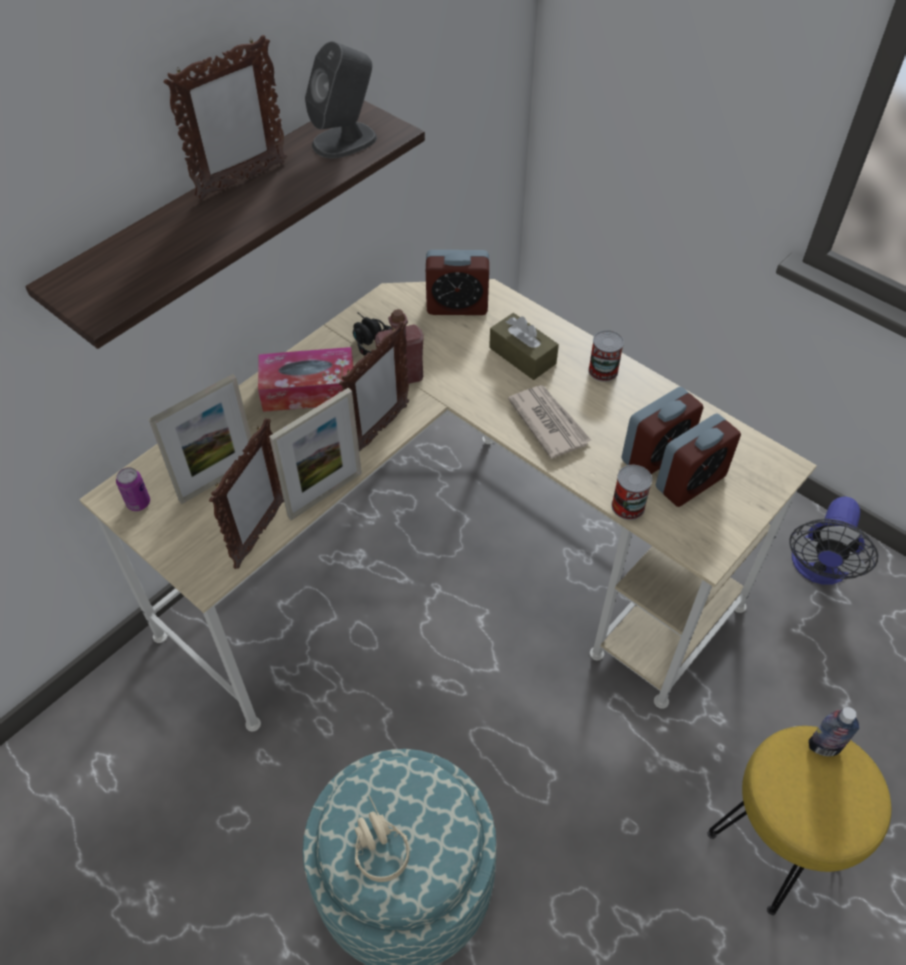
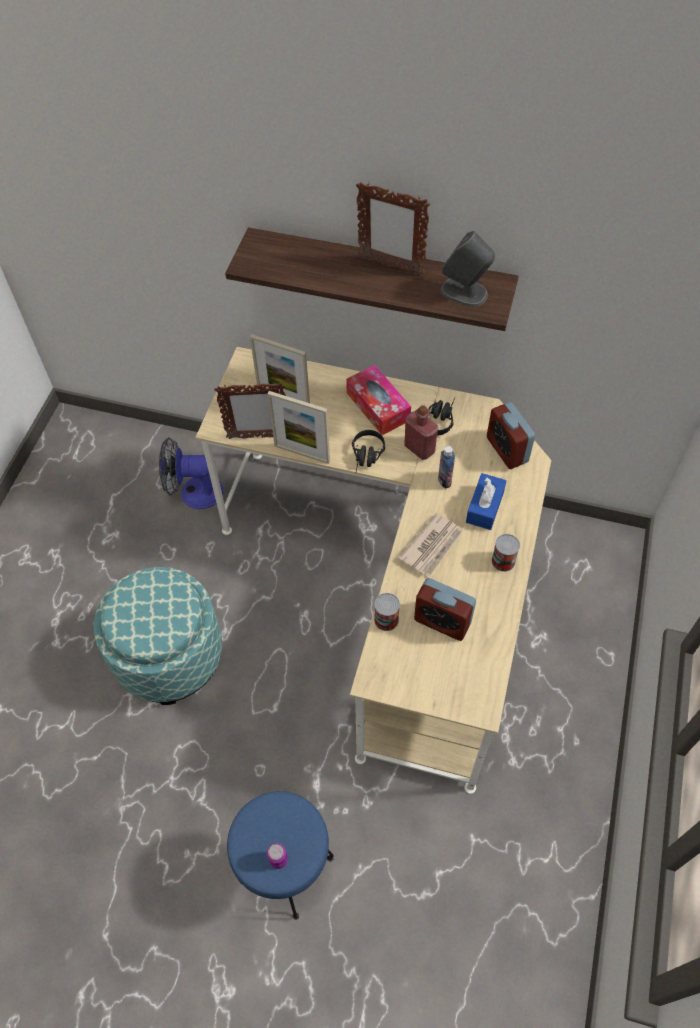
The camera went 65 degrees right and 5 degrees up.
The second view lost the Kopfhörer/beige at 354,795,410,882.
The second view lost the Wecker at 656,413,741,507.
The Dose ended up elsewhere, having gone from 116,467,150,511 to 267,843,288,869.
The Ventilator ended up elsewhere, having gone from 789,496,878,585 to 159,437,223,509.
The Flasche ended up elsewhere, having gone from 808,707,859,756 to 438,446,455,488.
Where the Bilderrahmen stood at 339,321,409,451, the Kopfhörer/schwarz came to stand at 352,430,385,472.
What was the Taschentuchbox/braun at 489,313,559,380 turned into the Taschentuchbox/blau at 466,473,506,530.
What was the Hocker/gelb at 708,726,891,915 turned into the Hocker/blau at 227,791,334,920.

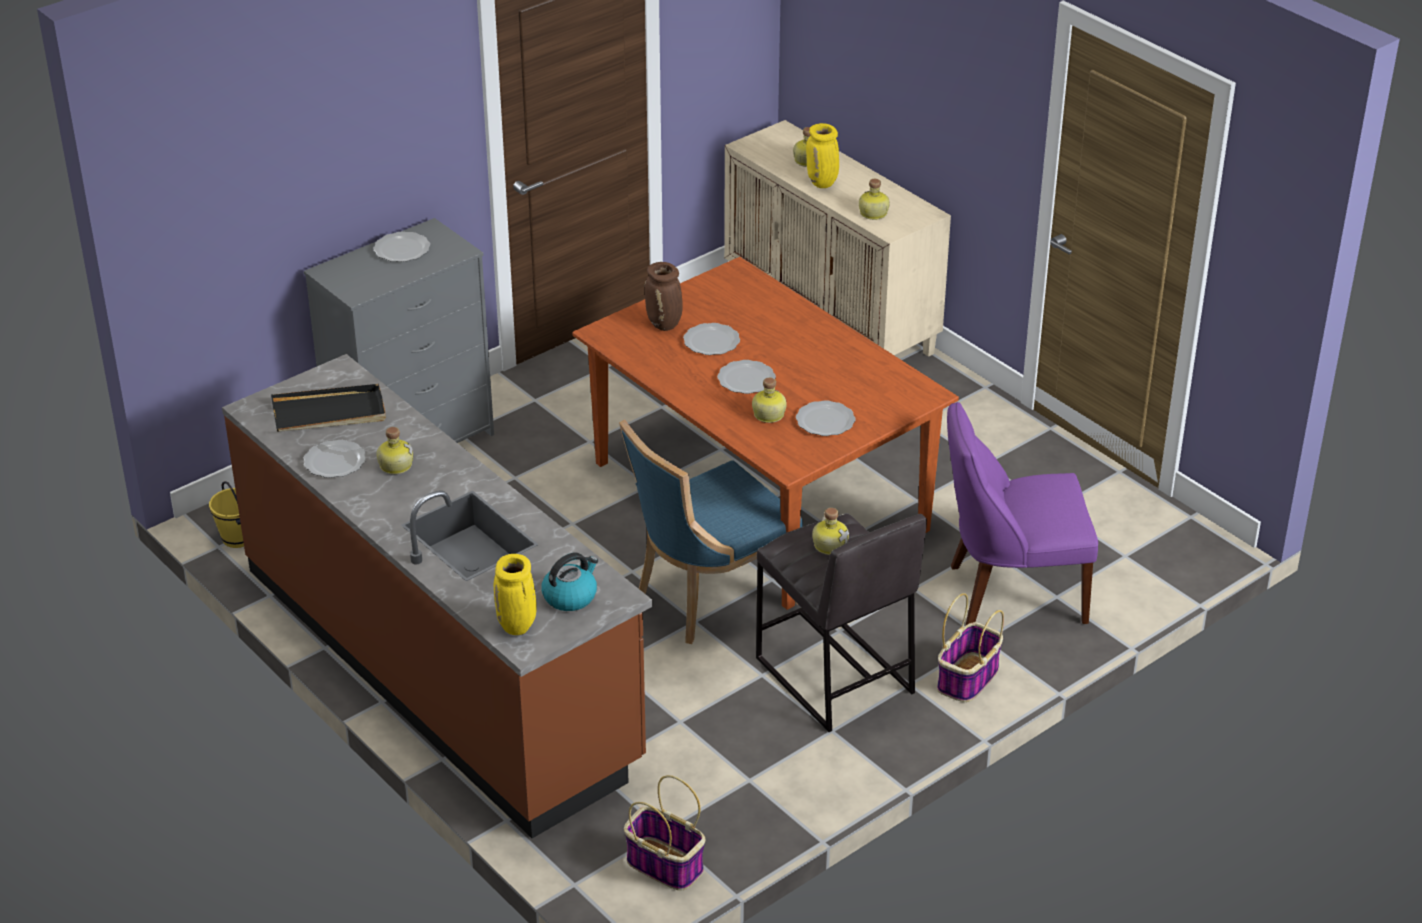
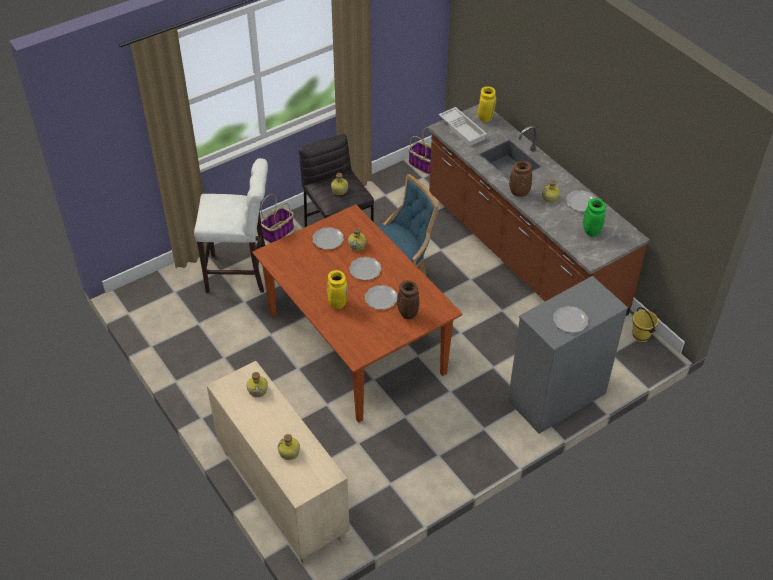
The camera went 175 degrees left and 10 degrees up.
The second view gained the Vase/braun at 509,161,532,197.
The Vase/gelb ended up elsewhere, having gone from 806,123,839,188 to 327,270,348,309.
Where the Tablett/schwarz stood at 271,384,386,432, the Vase/grün came to stand at 583,198,606,237.
Where the Wasserkessel stood at 541,552,598,611, the Tablett/weiß came to stand at 439,107,487,146.
Where the Stuhl/lila stood at 947,402,1098,625, the Hocker/weiß came to stand at 194,158,268,293.

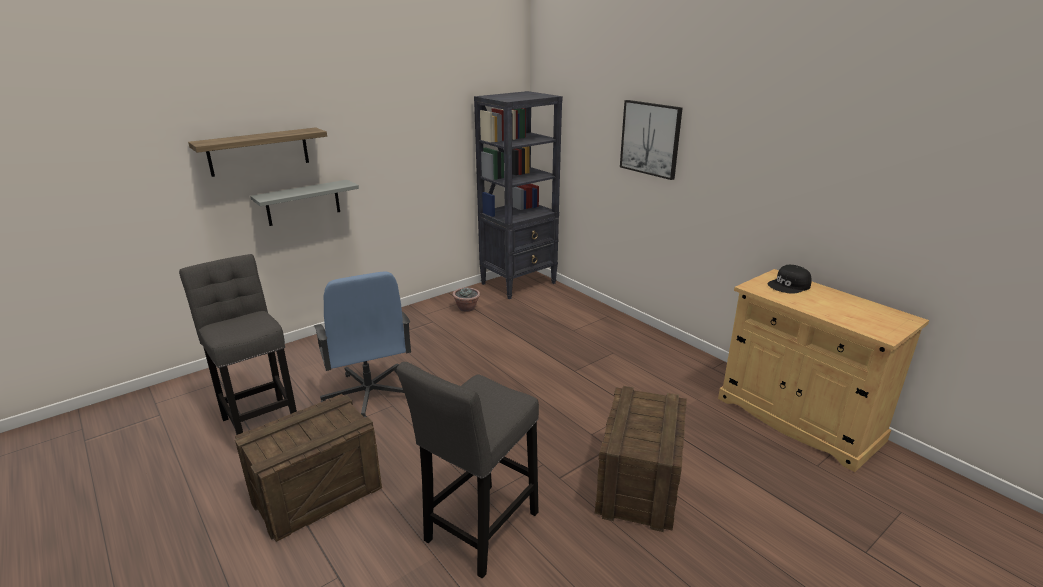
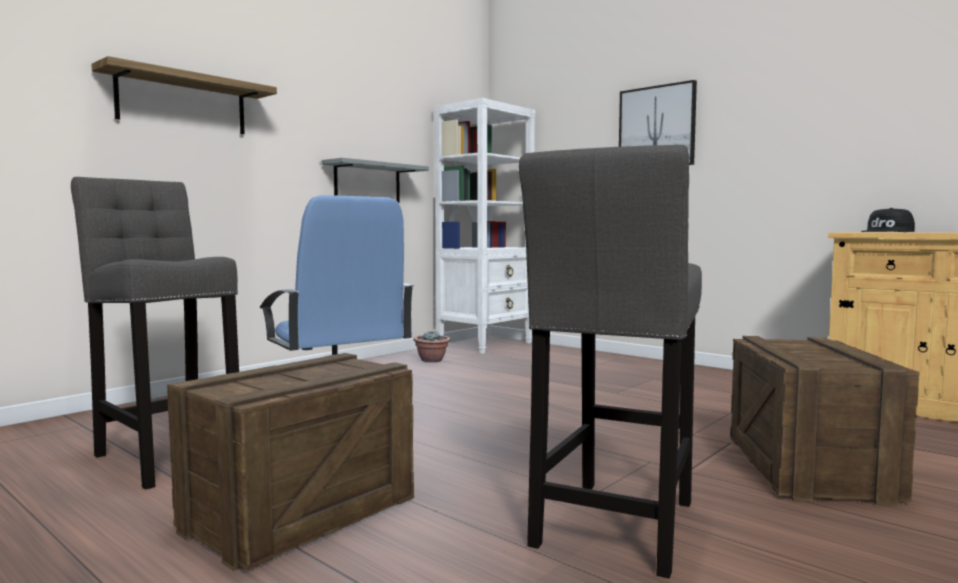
The camera went 10 degrees left and 20 degrees down.
The Wandregal/grau ended up elsewhere, having gone from 250,180,359,226 to 322,158,429,203.
What was the Bücherregal/schwarz at 474,91,563,299 turned into the Bücherregal/weiß at 434,98,536,354.

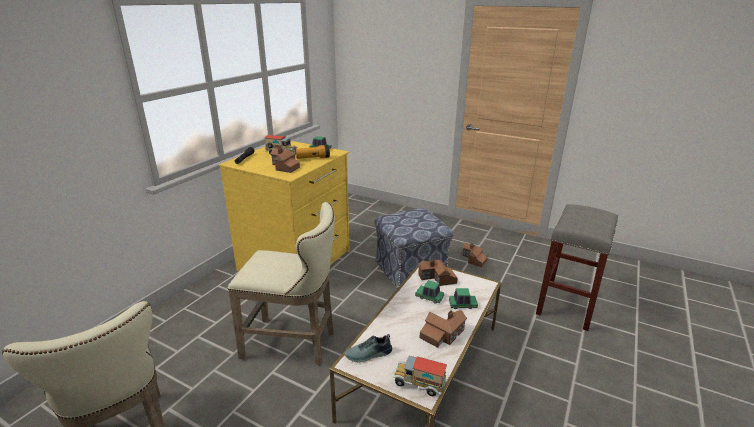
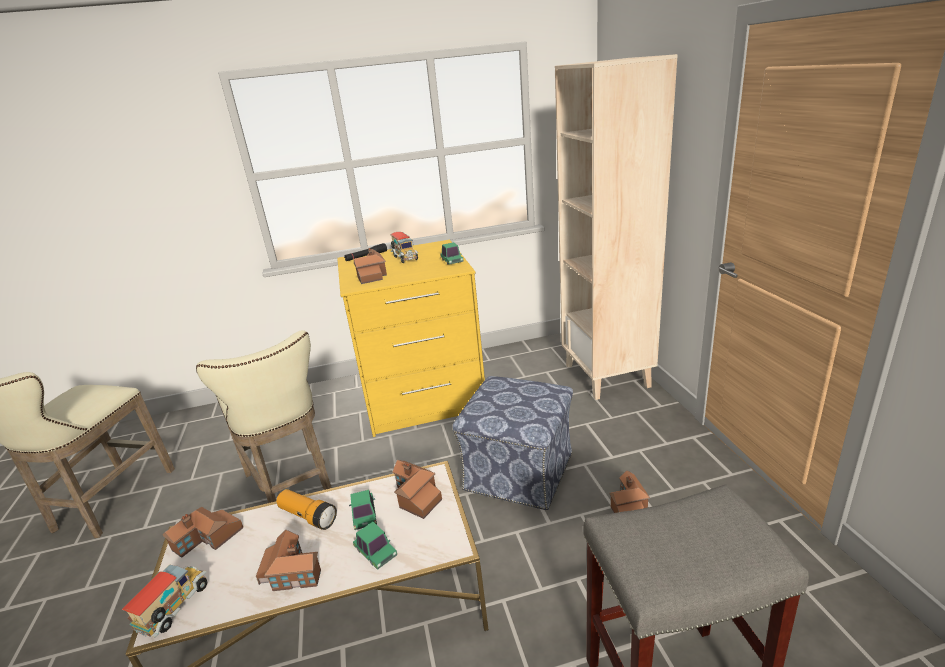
The camera went 50 degrees right and 0 degrees up.
The second view gained the Bücherregal/beige at 555,54,678,400.
The Taschenlampe ended up elsewhere, having gone from 295,145,330,159 to 276,489,337,530.
Where the Schuh stood at 345,334,392,363, the Spielzeughaus came to stand at 162,507,244,558.
The Spielzeuglaster at 393,356,447,396 ended up facing another way, 45 degrees clockwise from before.

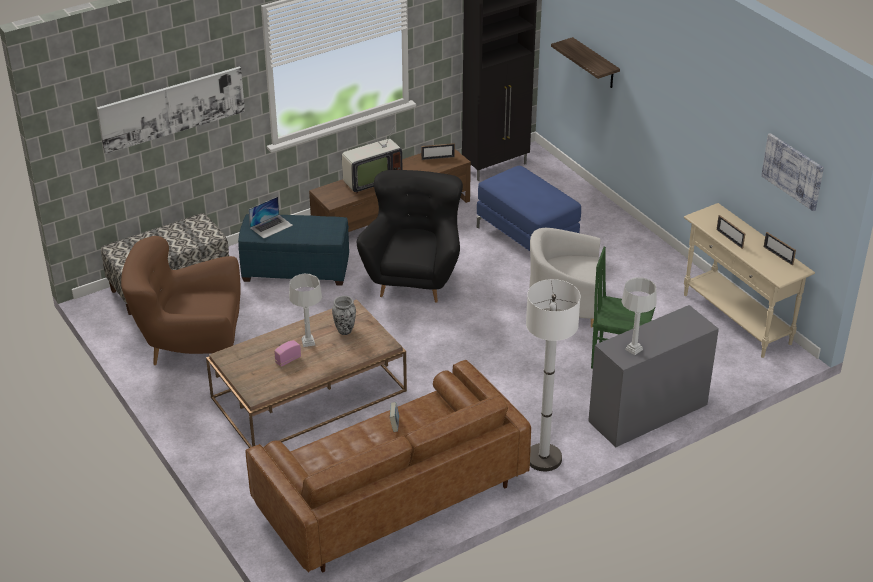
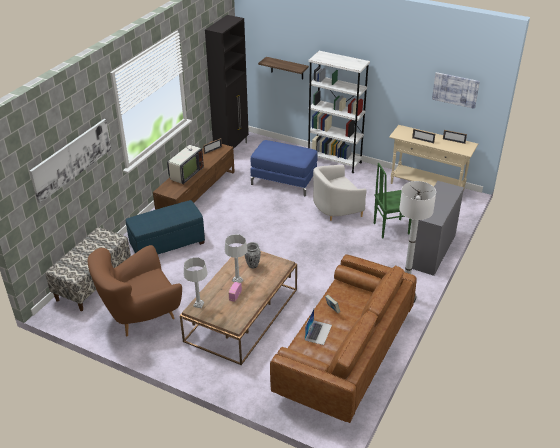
The camera went 30 degrees left and 0 degrees up.
The second view lost the Sessel/schwarz at 357,170,463,303.
The second view gained the Bücherregal/weiß at 308,51,370,173.
The Laptop ended up elsewhere, having gone from 248,197,293,238 to 305,309,332,345.
The Tischlampe/grau ended up elsewhere, having gone from 621,277,657,355 to 184,257,208,308.

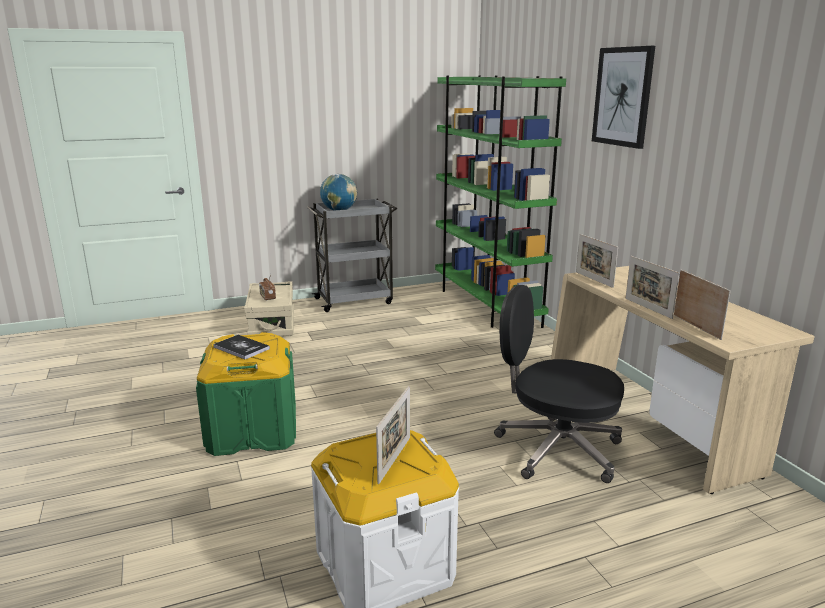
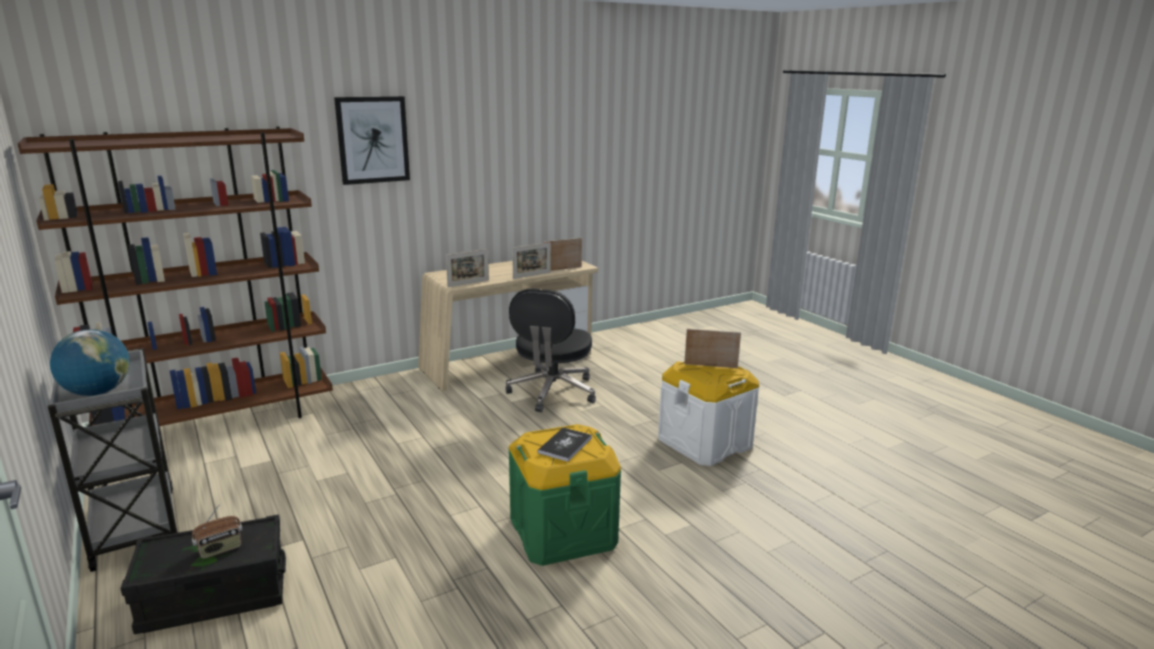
The camera went 100 degrees left and 0 degrees up.
What was the Aufbewahrungsbox/beige at 244,281,294,337 turned into the Aufbewahrungsbox/schwarz at 120,514,286,634.
What was the Bücherregal/grün at 435,75,566,328 turned into the Bücherregal/braun at 17,126,333,426.

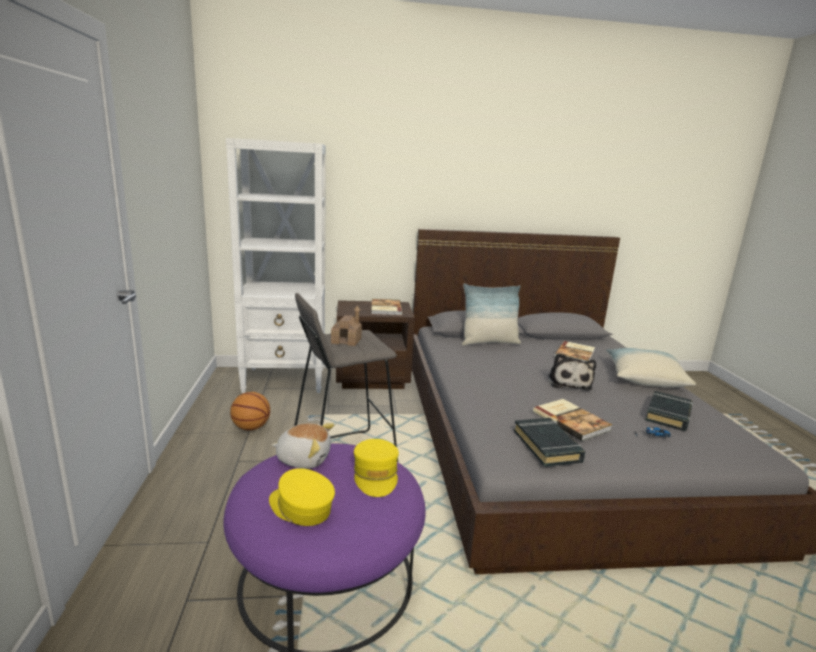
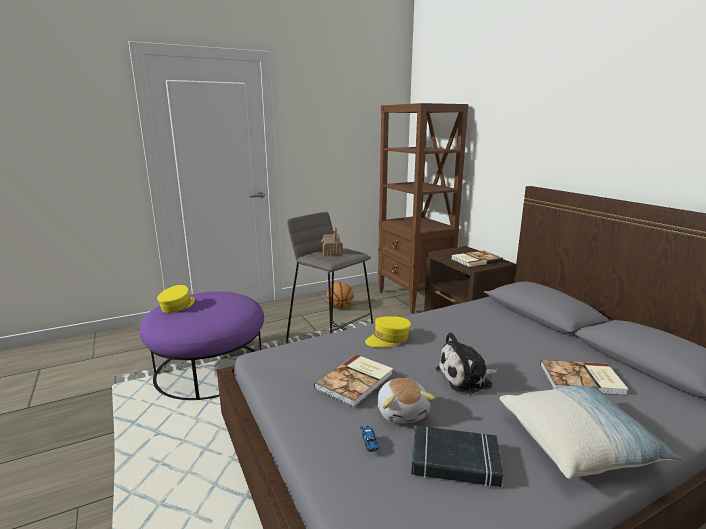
The camera went 70 degrees right and 0 degrees up.
The second view lost the Kissen at 462,283,521,345.
The second view lost the Buch/schwarz at 514,418,586,467.
The Plüschtier ended up elsewhere, having gone from 271,423,334,469 to 377,378,436,424.
The Kappe/gelb ended up elsewhere, having gone from 354,439,399,497 to 365,316,411,347.
What was the Bücherregal/weiß at 226,138,326,393 turned into the Bücherregal/braun at 378,103,469,313.

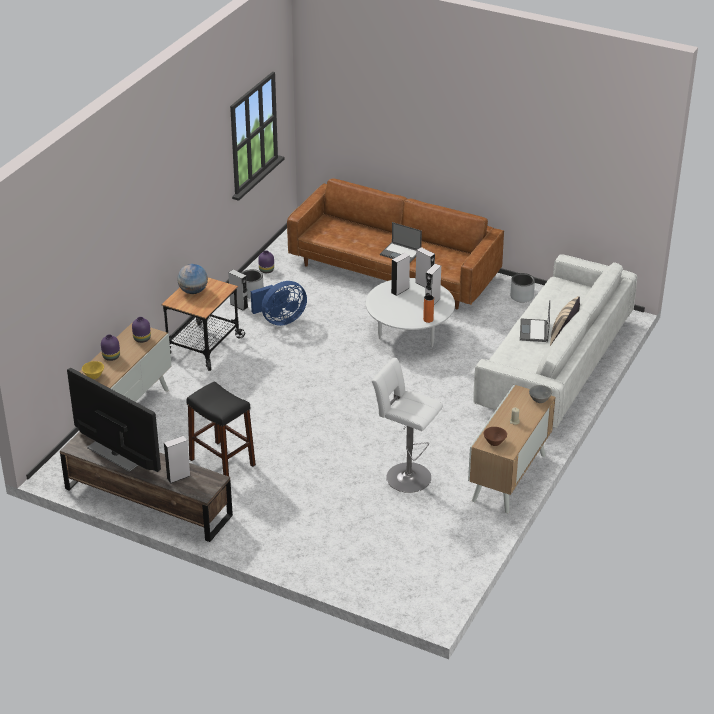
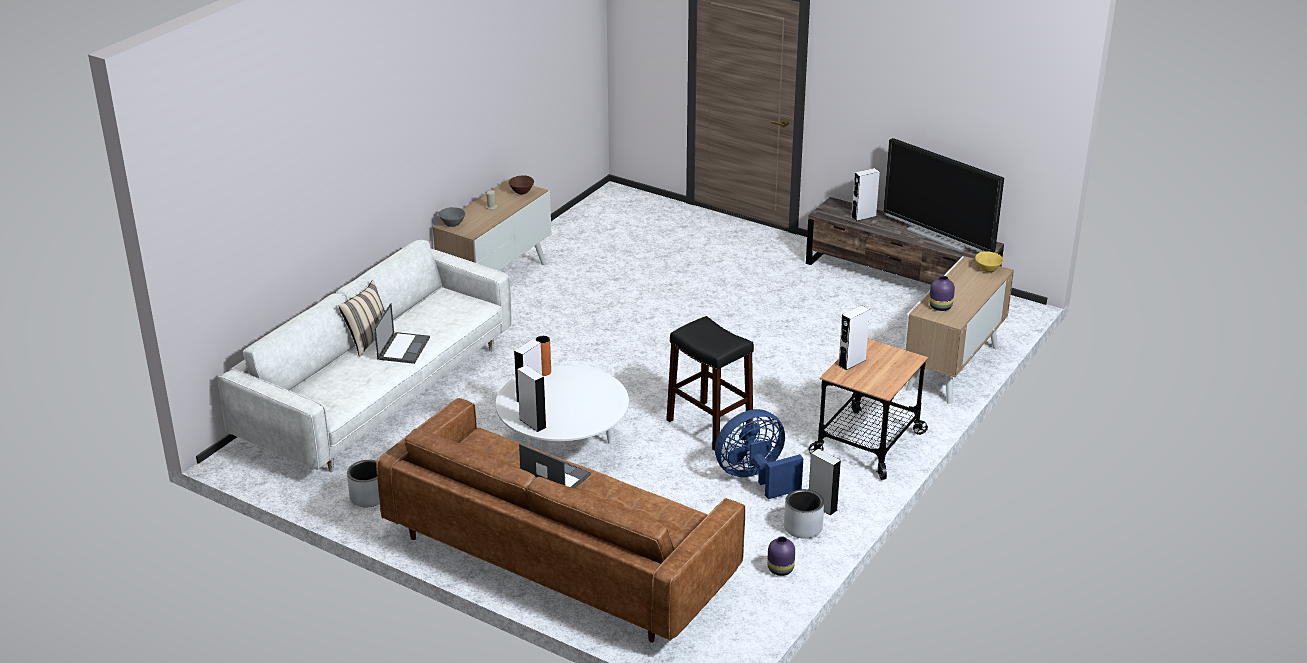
The camera went 175 degrees left and 5 degrees down.
The second view lost the Vase/lila at 101,334,120,361.
The second view lost the Globus at 177,264,208,294.
The second view lost the Hocker/weiß at 372,358,443,493.
The Hocker/schwarz ended up elsewhere, having gone from 186,381,256,476 to 666,316,754,451.
The Lautsprecher/weiß ended up elsewhere, having gone from 391,253,410,296 to 838,305,870,370.

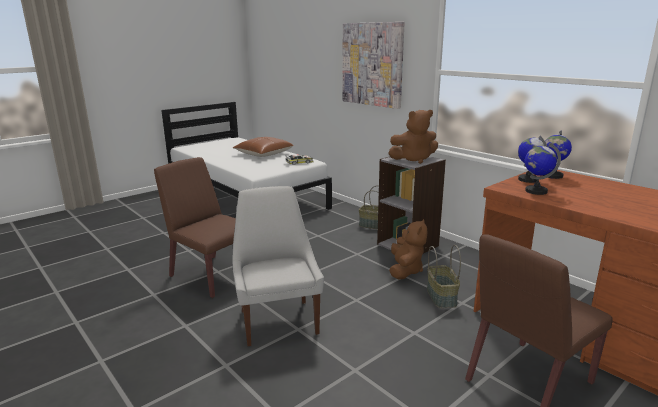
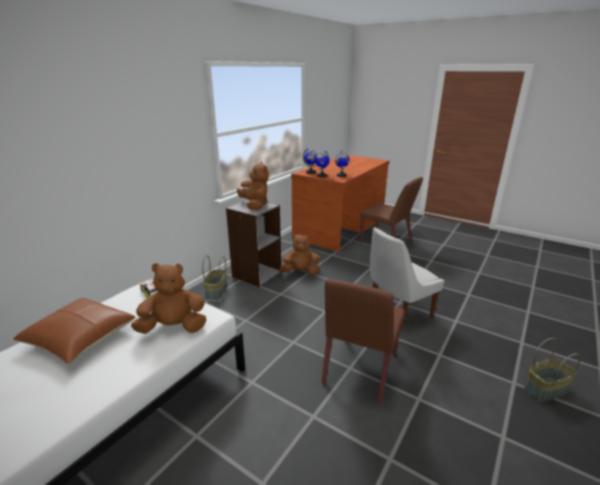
The camera went 105 degrees left and 5 degrees up.
The second view lost the Bild at 343,22,405,109.
The second view gained the Plüschtier/braun at 131,263,207,334.
The Korb ended up elsewhere, having gone from 427,245,461,308 to 524,338,581,402.

